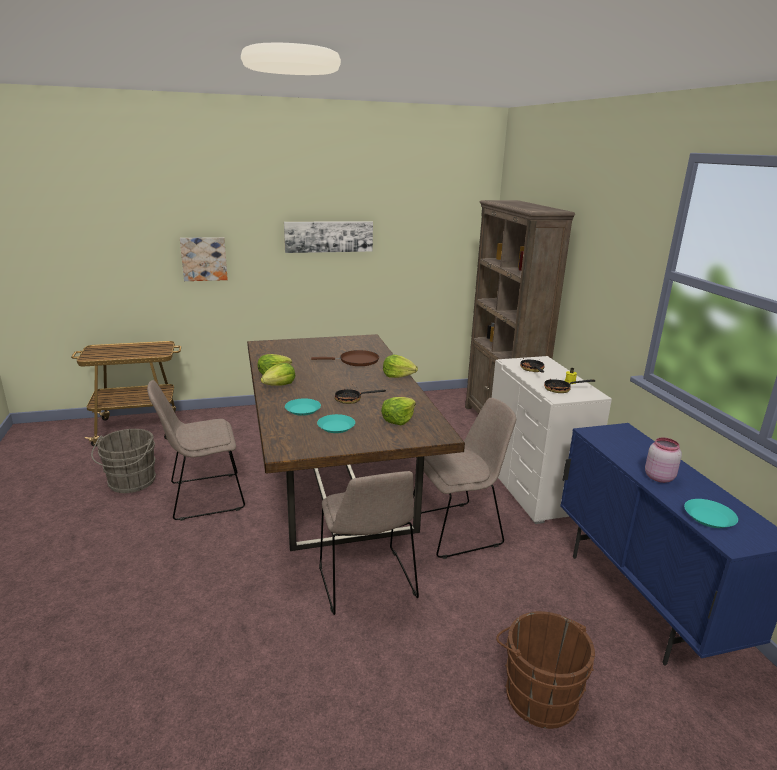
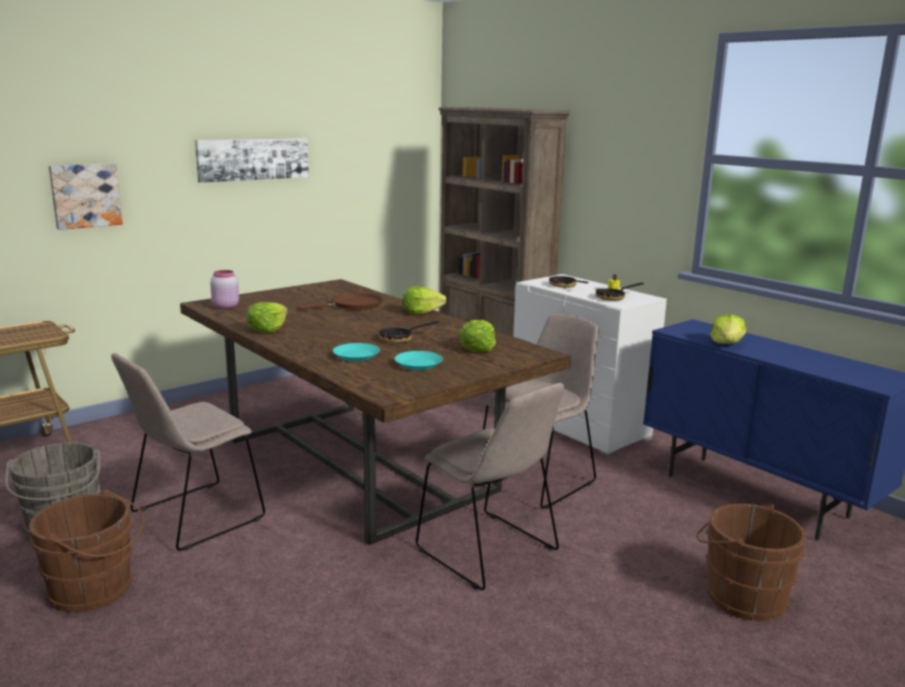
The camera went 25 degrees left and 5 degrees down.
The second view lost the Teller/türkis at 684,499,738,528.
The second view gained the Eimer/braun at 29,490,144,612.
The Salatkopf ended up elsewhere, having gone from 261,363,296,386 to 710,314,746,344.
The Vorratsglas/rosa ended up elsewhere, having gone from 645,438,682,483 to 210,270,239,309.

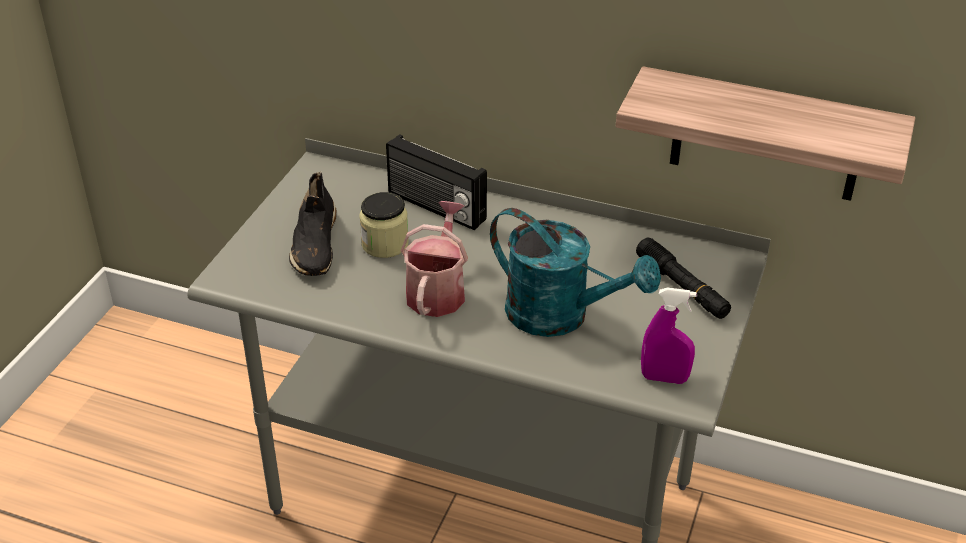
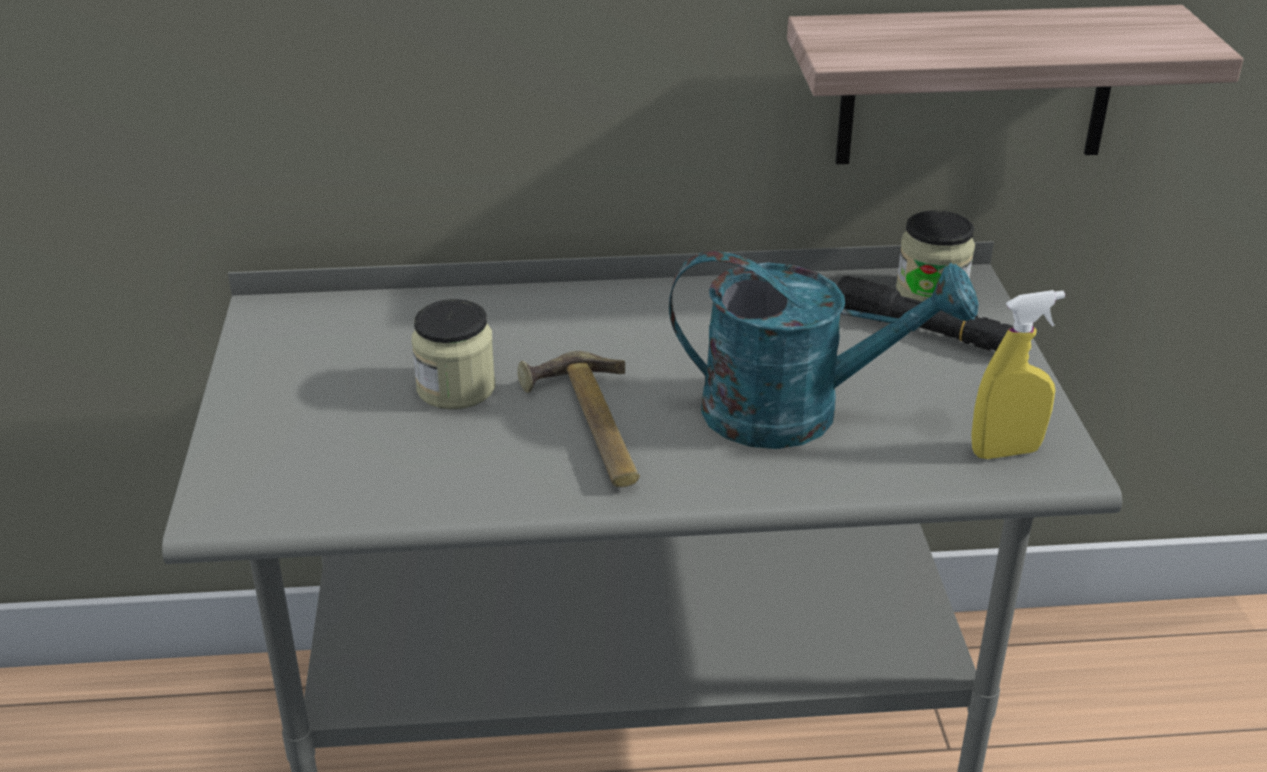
The camera went 25 degrees left and 5 degrees down.
The second view lost the Schuh/schwarz at 289,172,337,276.
The second view lost the Radio at 386,135,487,230.
The second view gained the Vorratsglas at 896,210,975,302.
Where the Gießkanne stood at 401,201,468,317, the Hammer came to stand at 517,351,640,487.
What was the Sprühflasche/lila at 641,287,697,384 turned into the Sprühflasche/gelb at 971,290,1065,459.

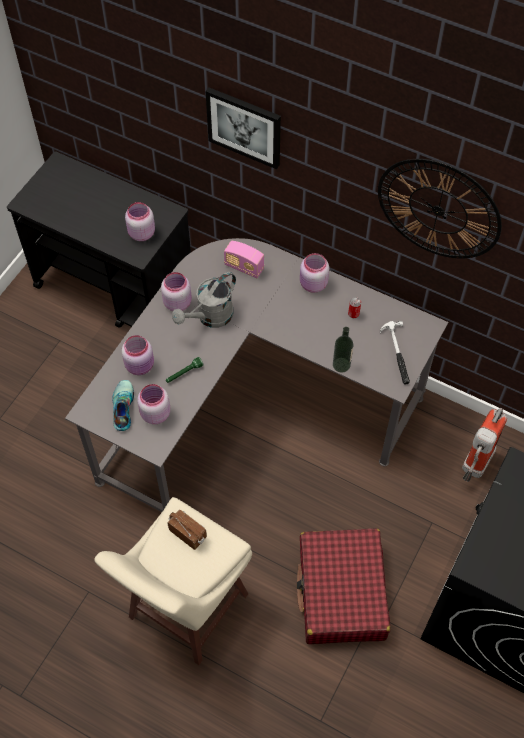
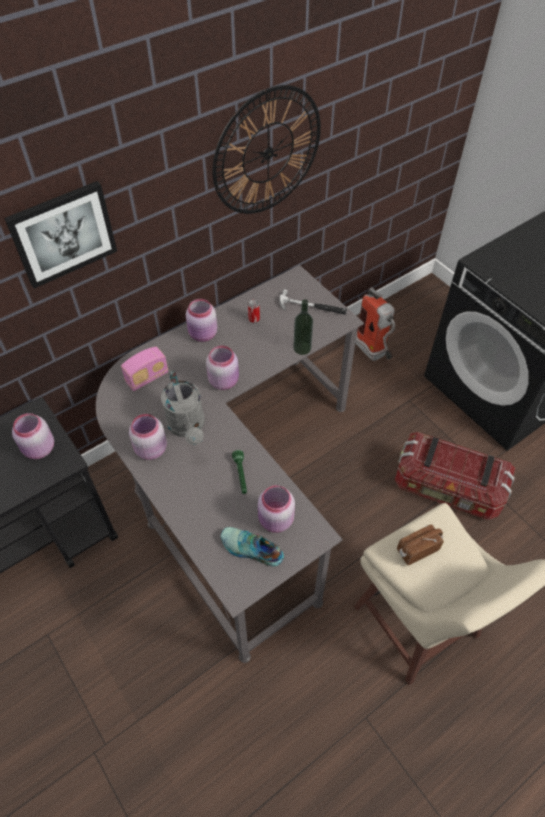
The camera went 65 degrees left and 5 degrees down.
The Vorratsglas/rosa ended up elsewhere, having gone from 122,335,154,375 to 206,346,239,390.
Where the Koffer/rot stood at 297,528,390,644, the Aufbewahrungsbox came to stand at 395,432,515,520.

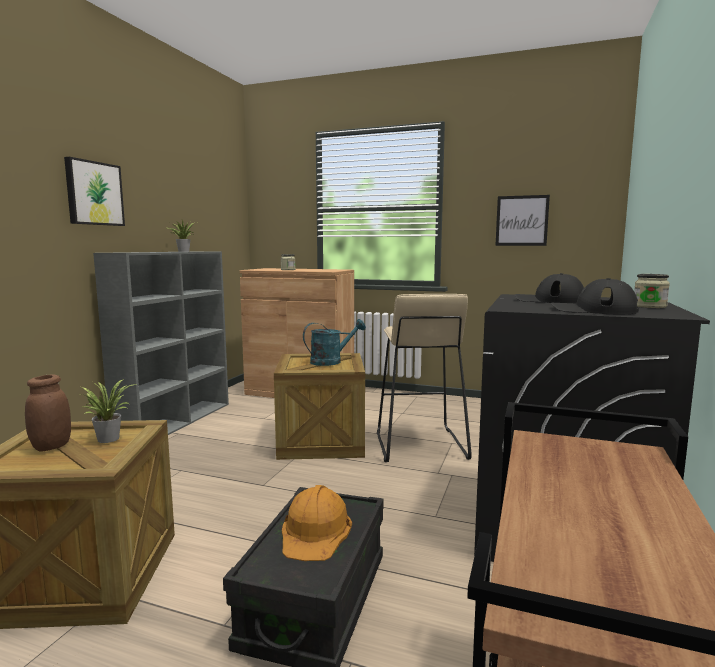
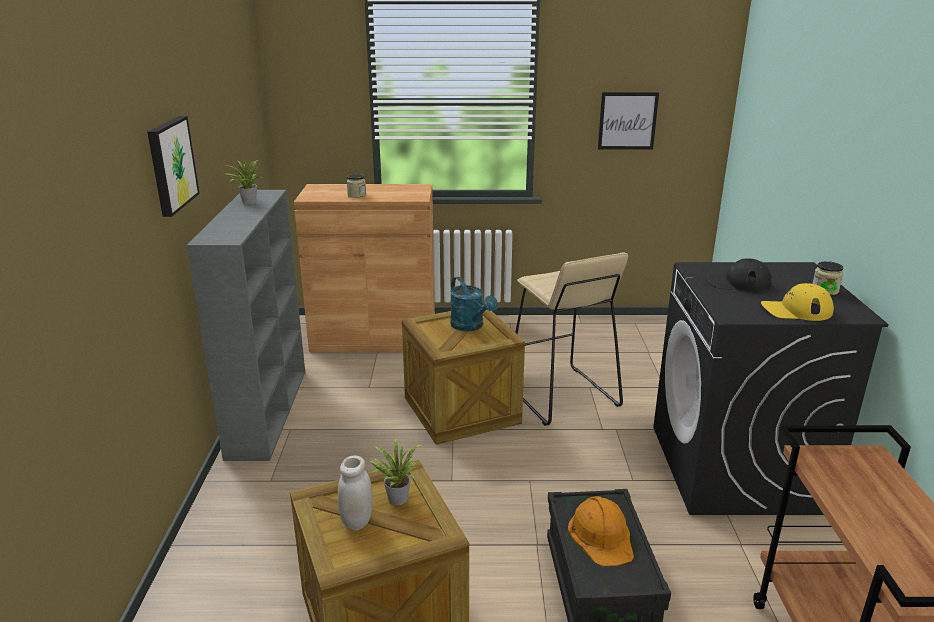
The camera went 20 degrees left and 15 degrees up.
What was the Vorratsglas/braun at 25,375,71,452 turned into the Vorratsglas/weiß at 338,456,373,530.
What was the Kappe/schwarz at 551,278,639,314 turned into the Kappe/gelb at 761,283,834,321.
The Gießkanne/türkis at 303,319,366,366 ended up facing another way, 105 degrees clockwise from before.

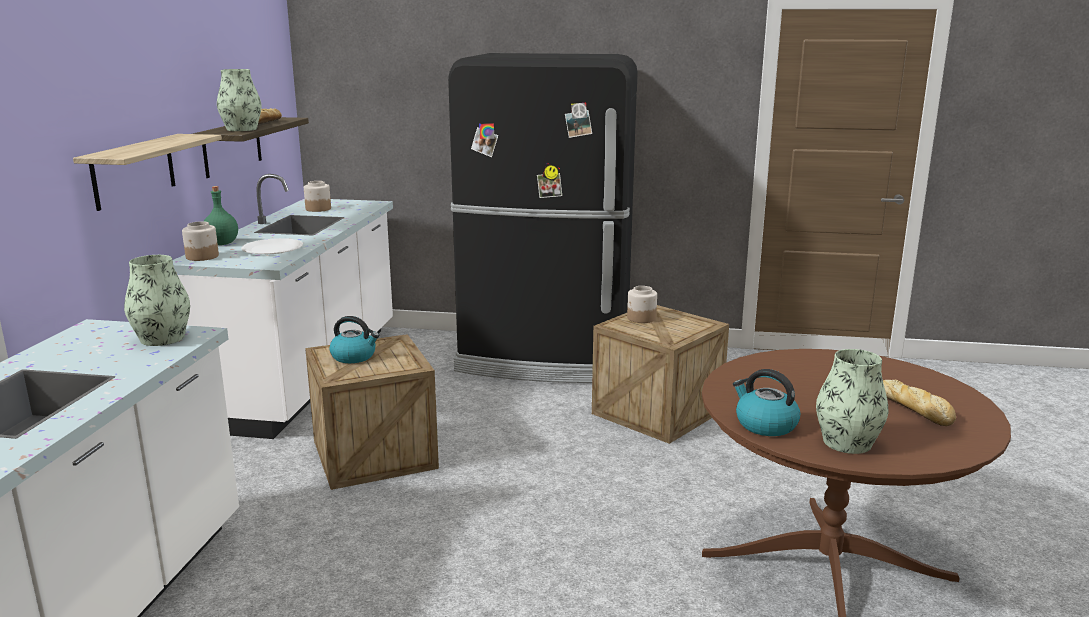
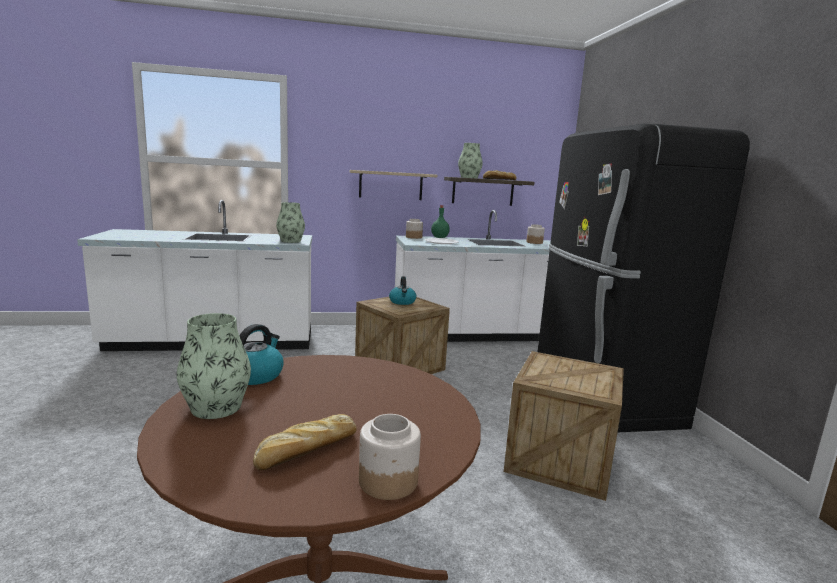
The camera went 70 degrees right and 5 degrees down.
The Vorratsglas ended up elsewhere, having gone from 627,286,657,323 to 359,414,421,500.

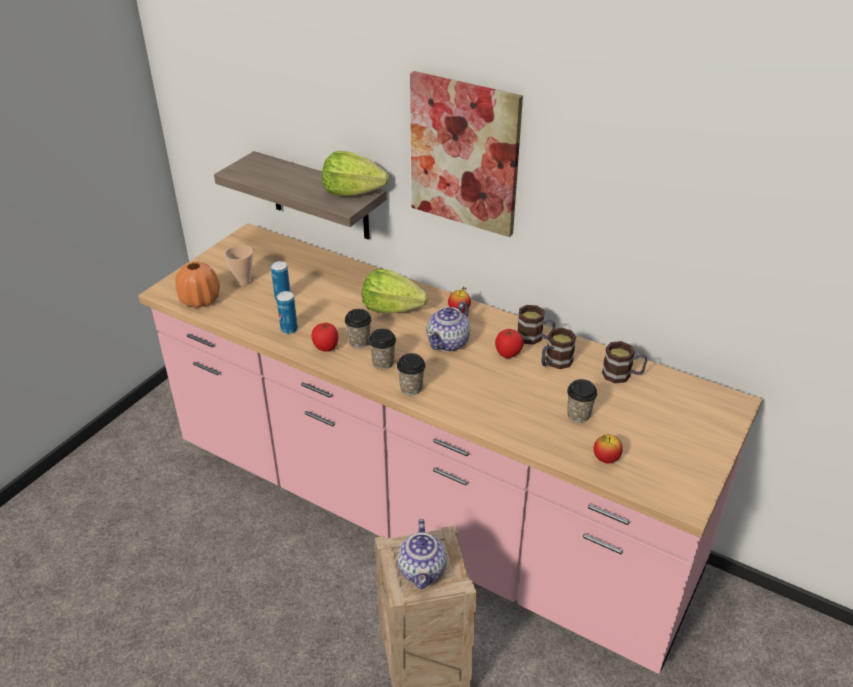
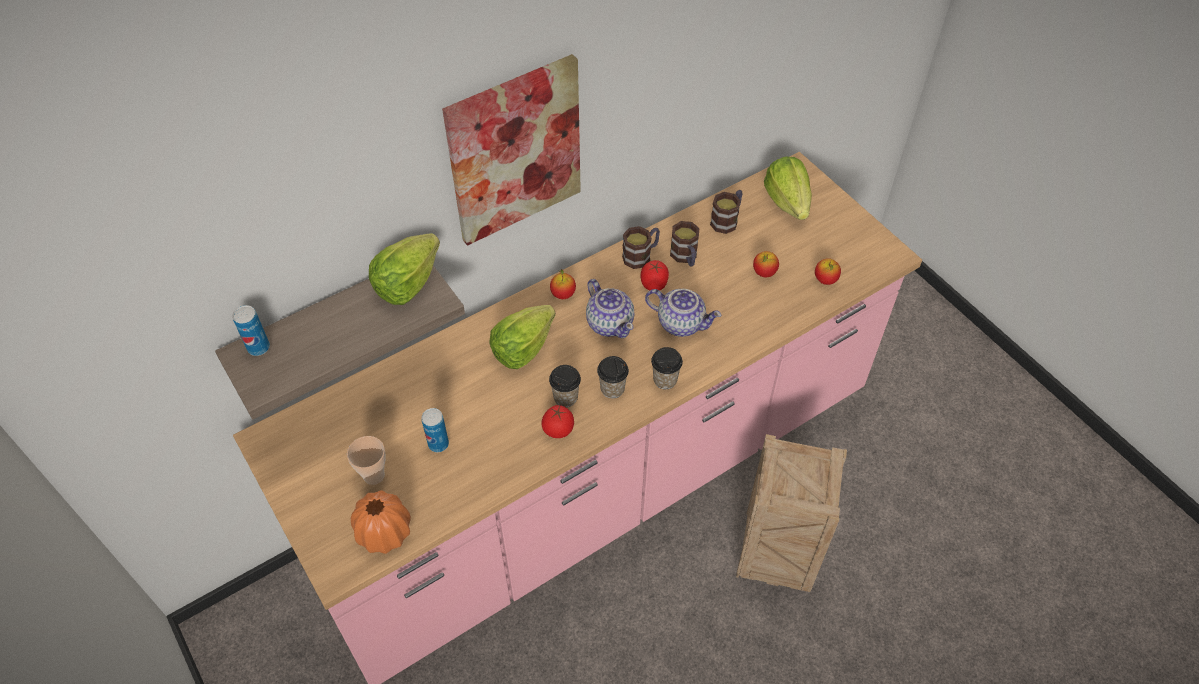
The camera went 65 degrees left and 15 degrees up.
The second view gained the Salatkopf at 764,157,812,220.
The Dose ended up elsewhere, having gone from 277,291,298,334 to 232,305,270,356.
The Teekanne ended up elsewhere, having gone from 397,519,447,589 to 645,289,721,337.
Where the Tasse stood at 567,379,597,423, the Apfel came to stand at 753,251,779,277.

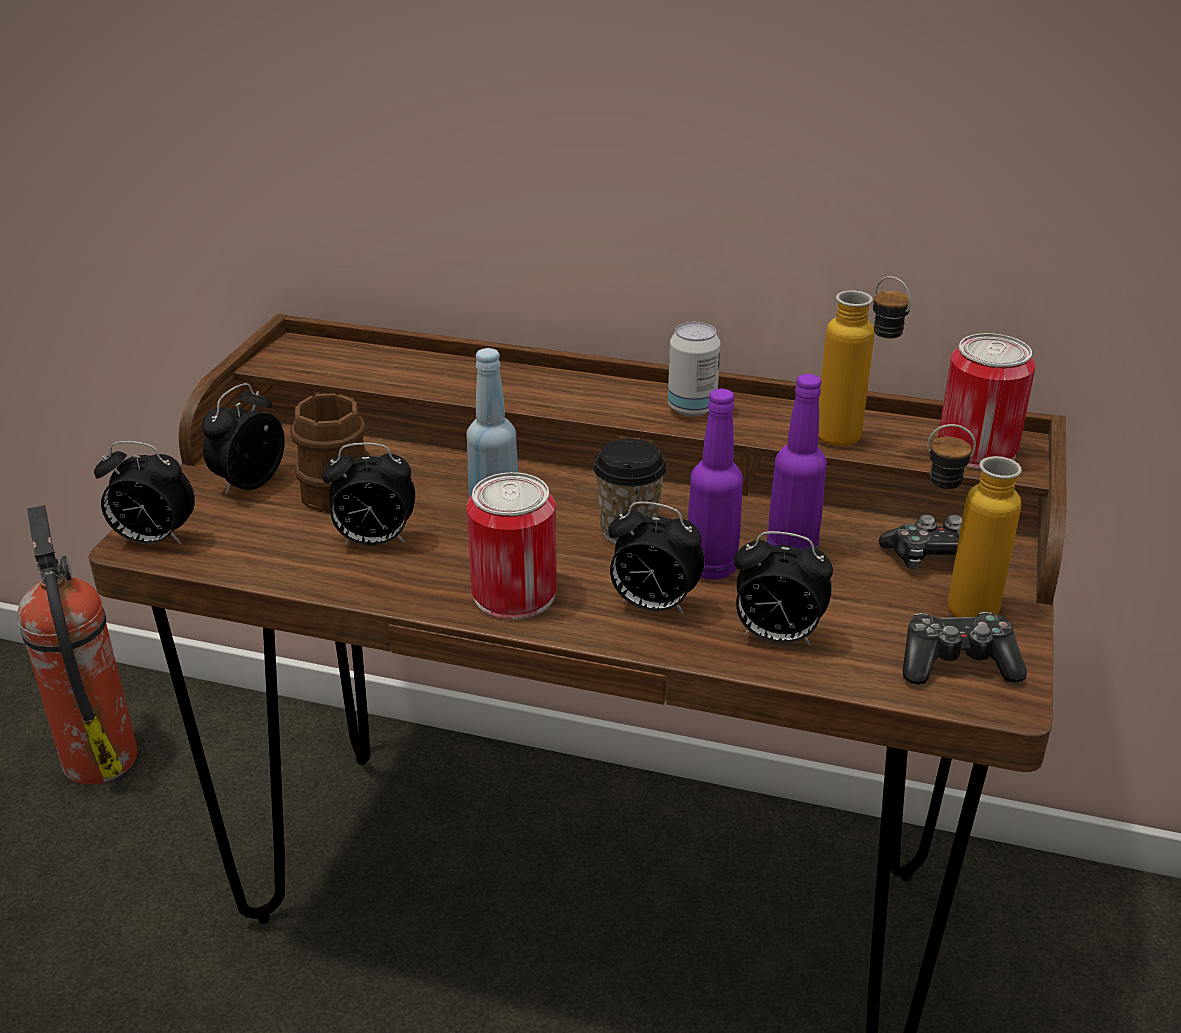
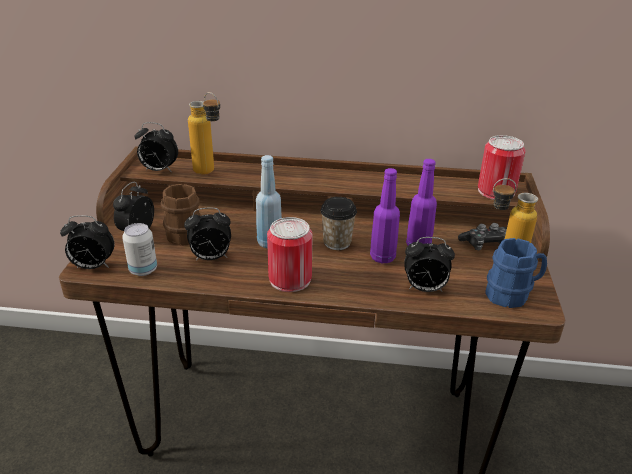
The camera went 10 degrees left and 0 degrees up.
The second view lost the Feuerlöscher at 18,505,138,785.
The Wecker ended up elsewhere, having gone from 608,502,705,615 to 135,122,178,172.
The Dose ended up elsewhere, having gone from 668,322,721,417 to 122,223,157,276.
The Flasche ended up elsewhere, having gone from 818,276,911,447 to 188,92,220,175.
Where the Gamepad stood at 903,612,1027,685, the Henkelbecher/blau came to stand at 485,238,547,308.

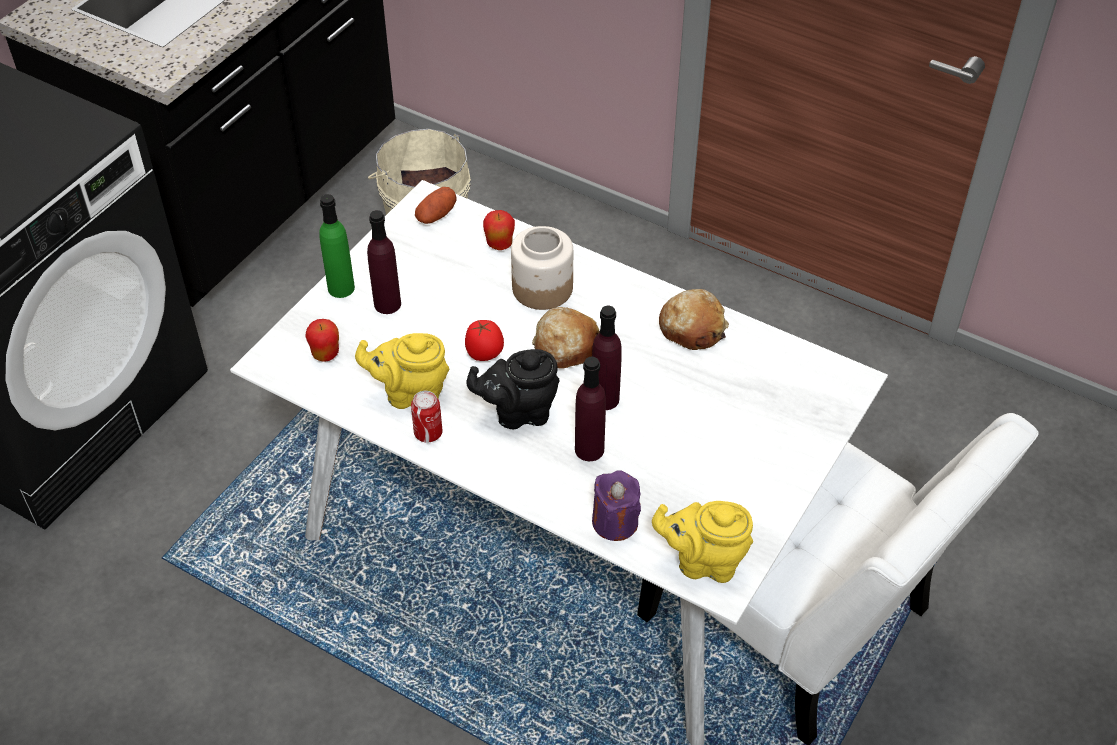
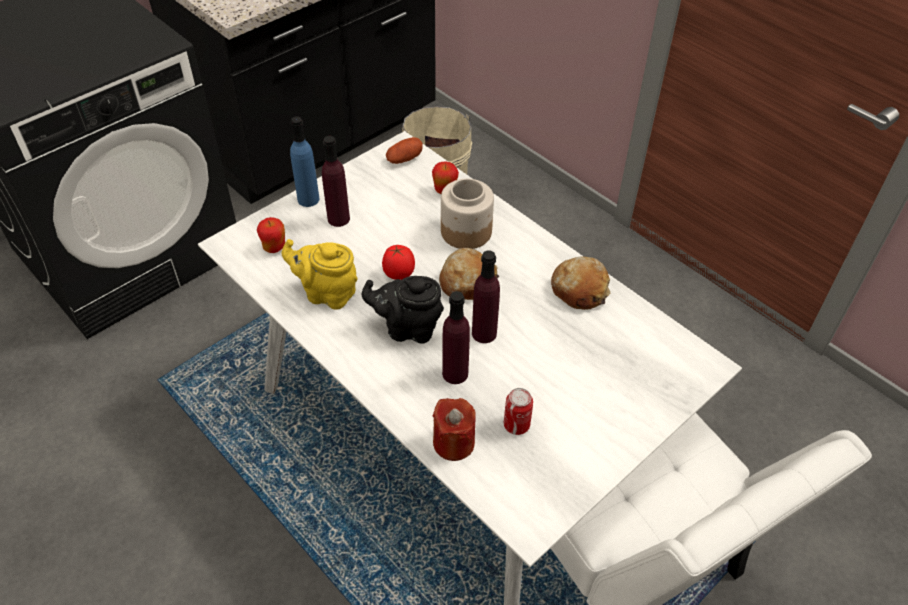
The camera went 15 degrees right and 0 degrees up.
The second view lost the Teekanne/gelb at 652,501,753,583.
The Dose ended up elsewhere, having gone from 411,391,443,442 to 504,388,533,435.
What was the Flasche/grün at 319,194,355,298 turned into the Flasche/blau at 290,116,319,207.
What was the Kerze/lila at 592,470,641,541 turned into the Kerze/rot at 433,398,476,461.

